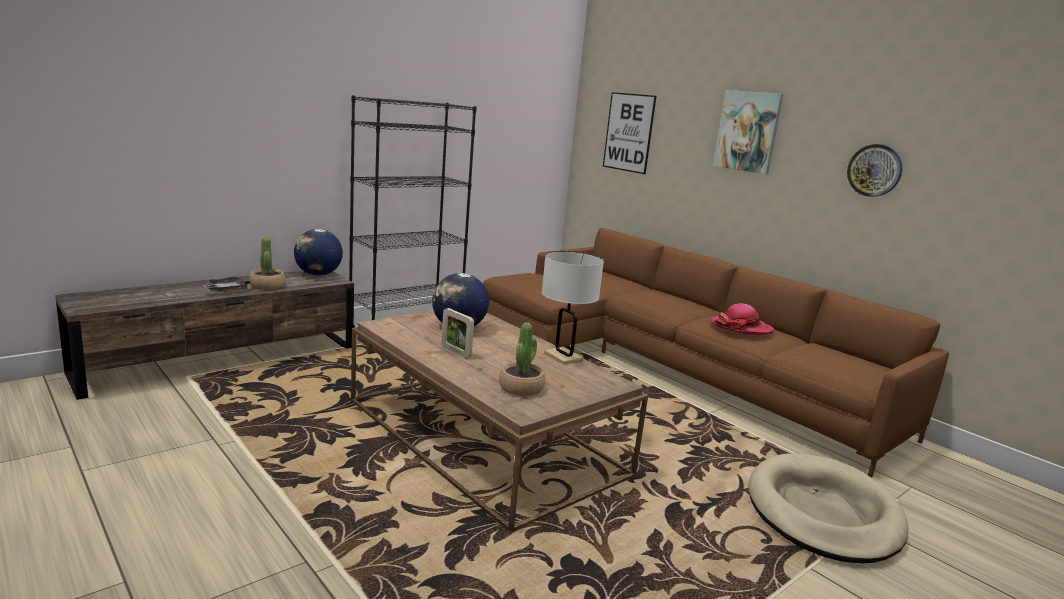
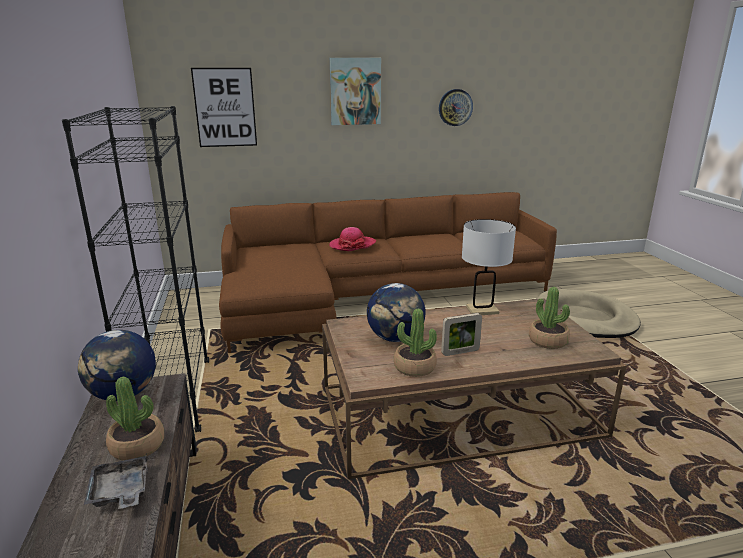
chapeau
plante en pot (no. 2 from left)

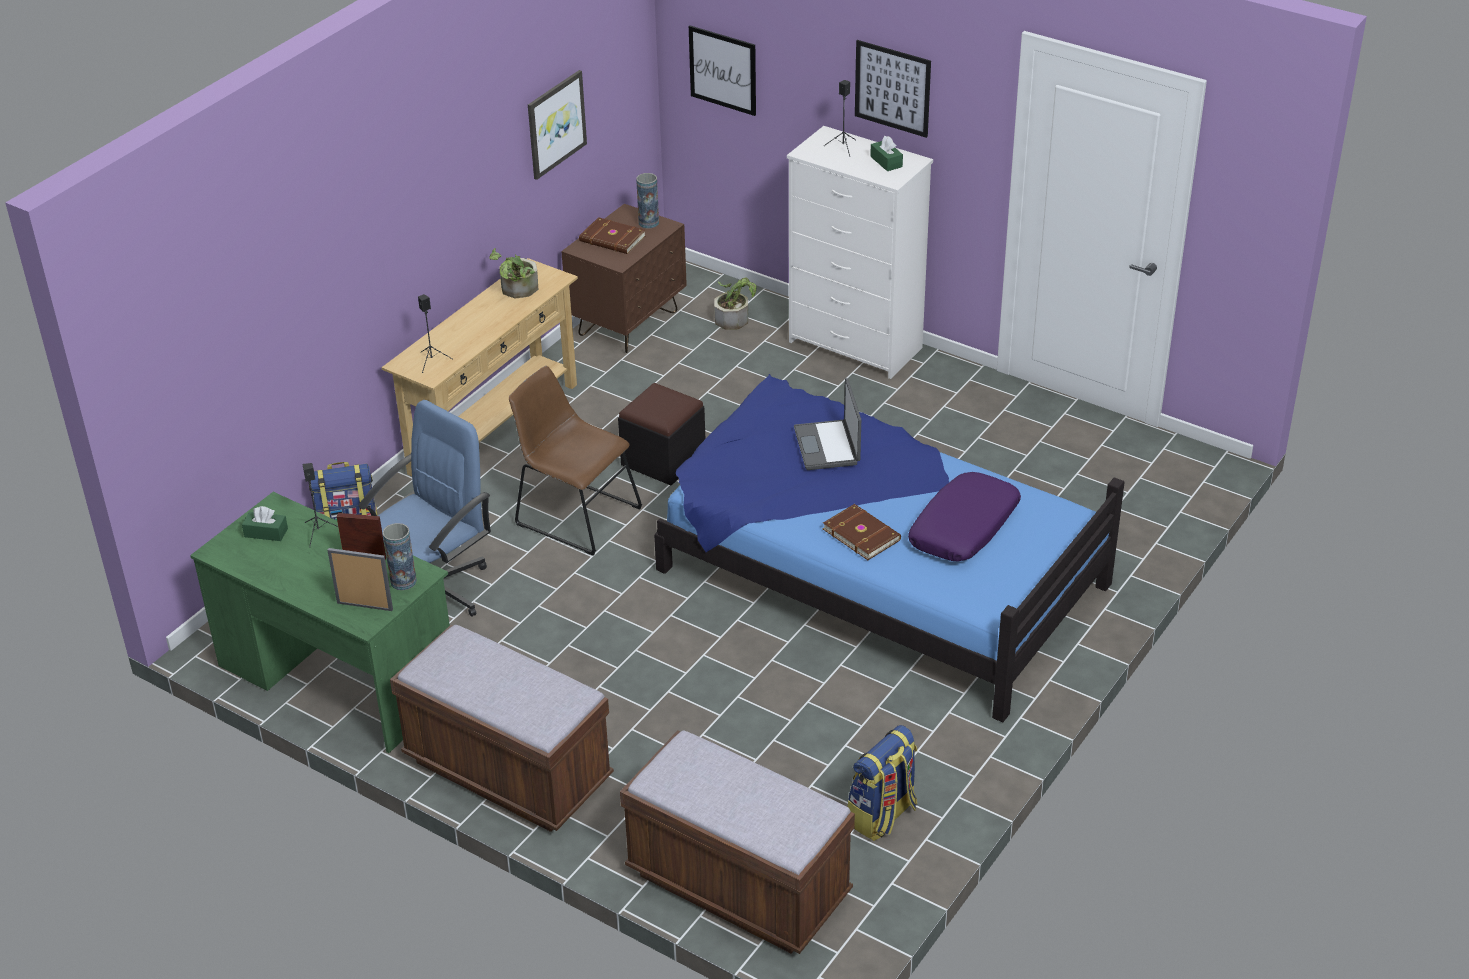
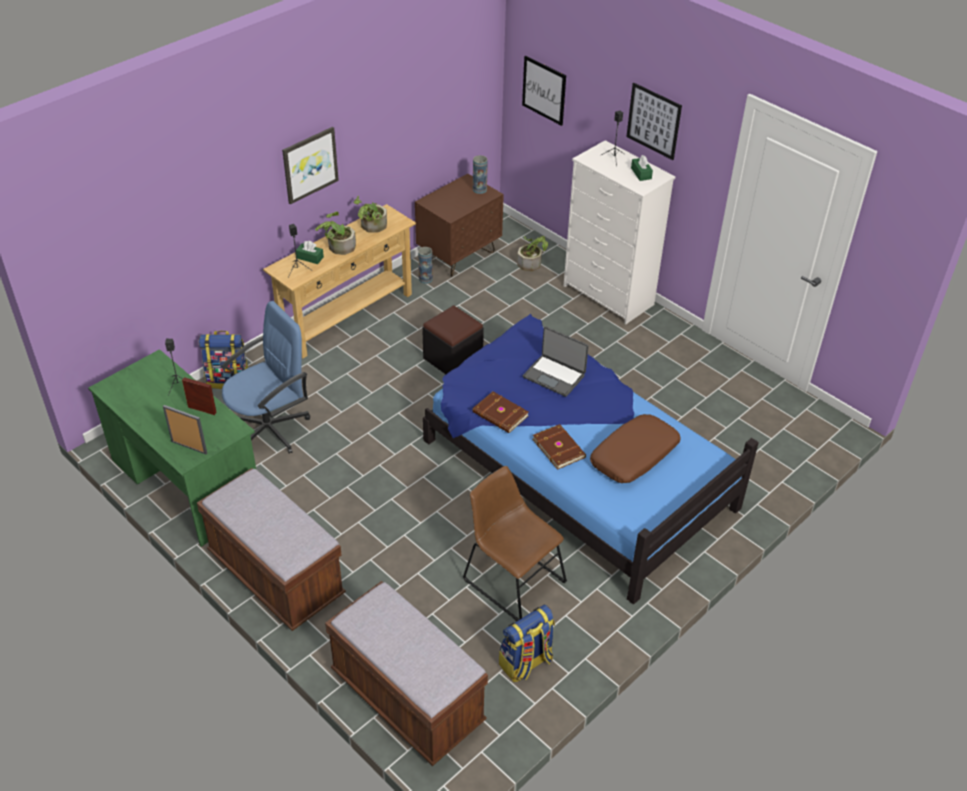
boîte à mouchoirs [vert] (no. 1 from left)
vase (no. 1 from left)
chaise [marron]
tableau (no. 1 from left)
livre [marron] (no. 1 from left)
ordinateur portable
coussin [marron]
plante en pot (no. 1 from left)

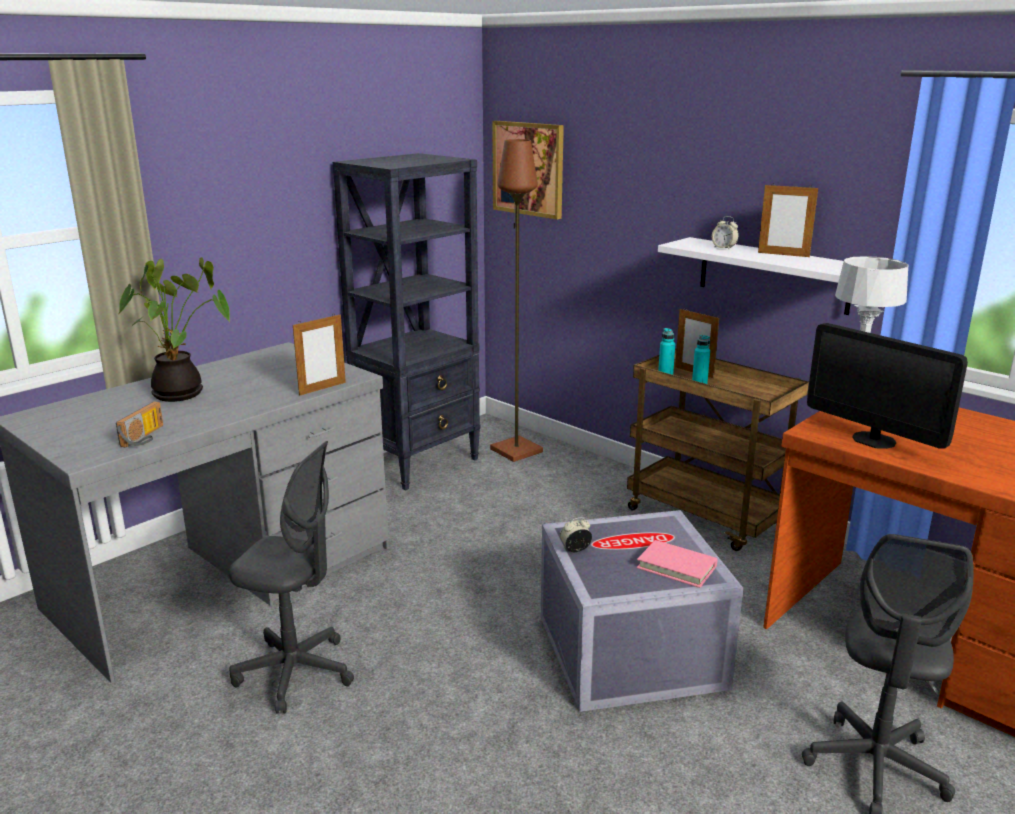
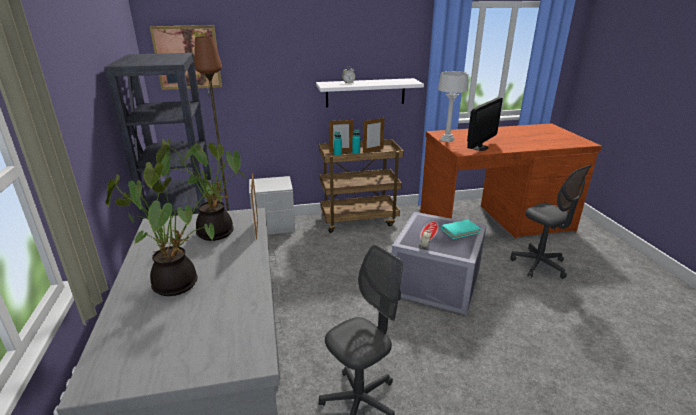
radio
livre [turquoise]
cadre photo (no. 3 from left)
écran d'ordinateur
plante en pot (no. 2 from left)
table de chevet [gris]

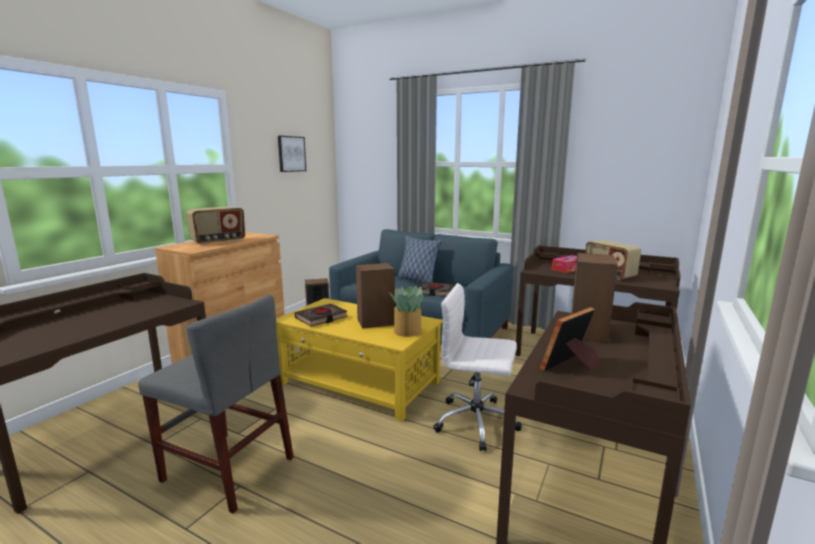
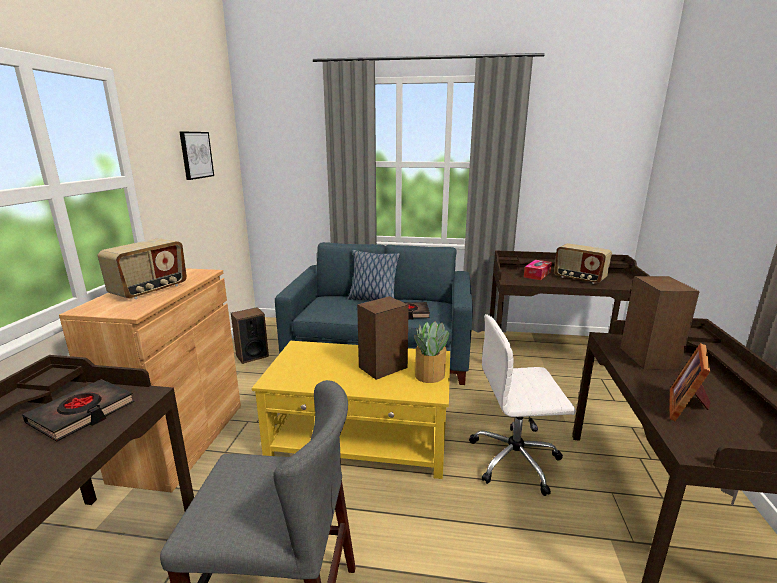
livre [noir] (no. 1 from left)

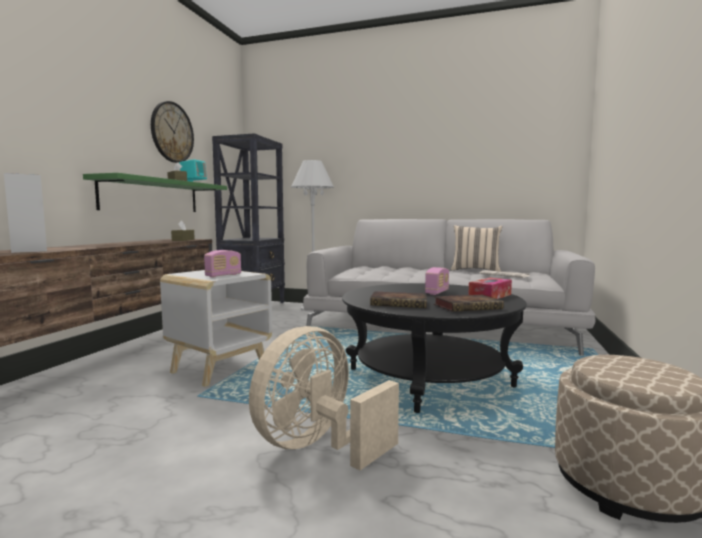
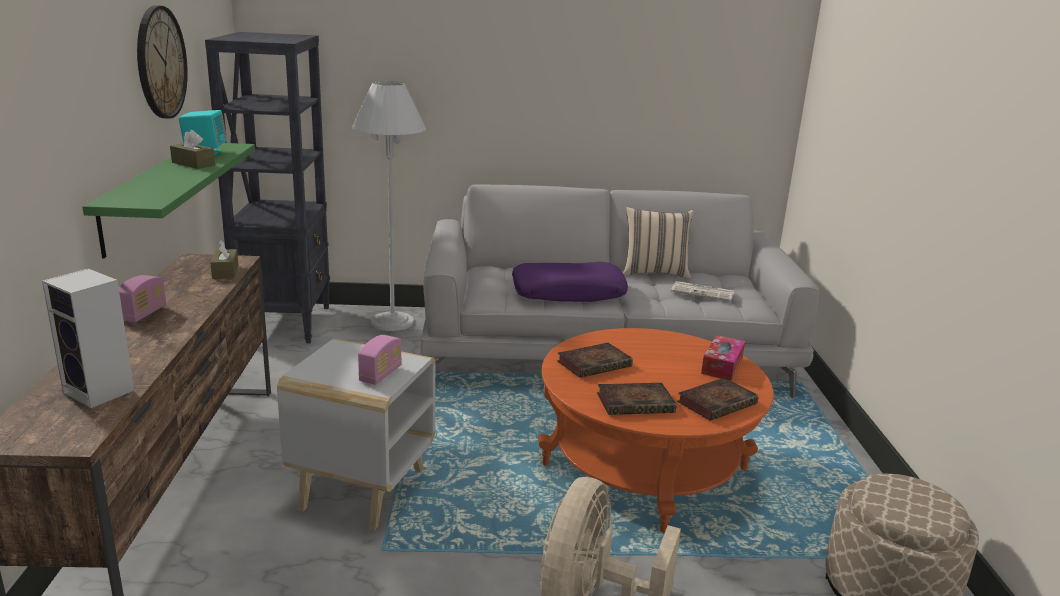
table basse [orange]
radio (no. 1 from left)
coussin [violet]
livre (no. 1 from left)

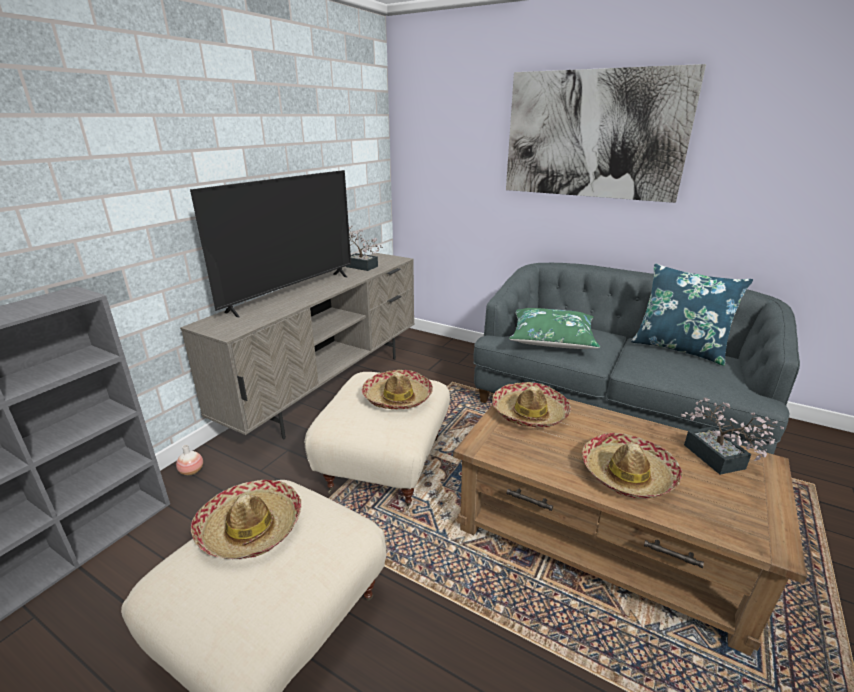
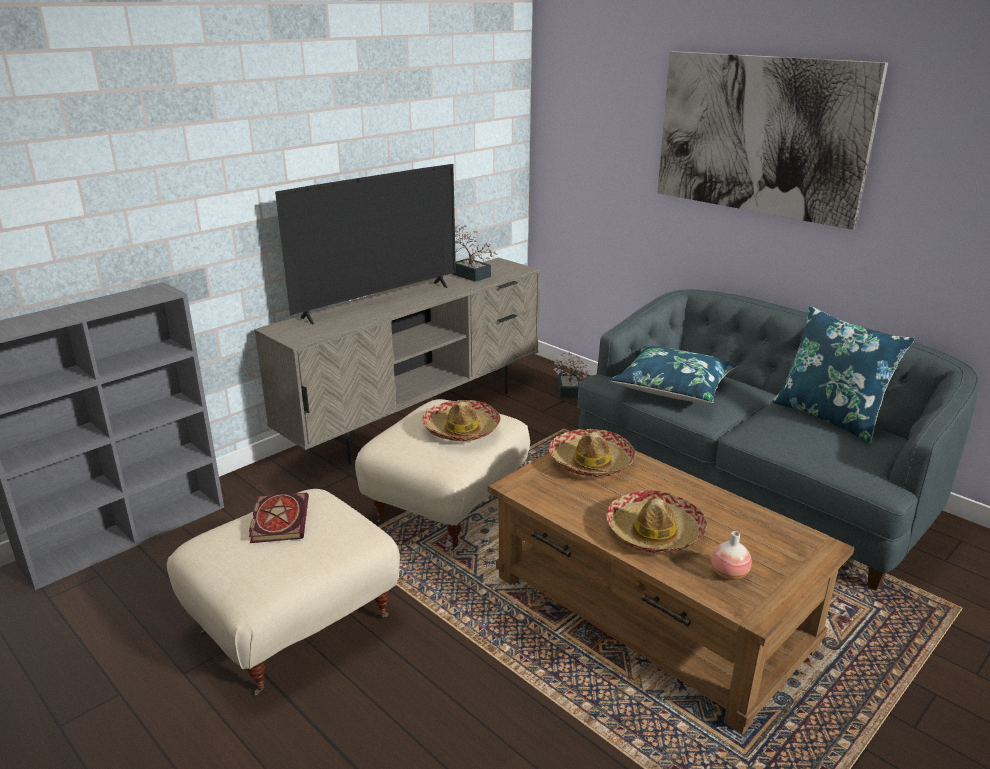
vase
livre
coussin [bleu] (no. 1 from left)
plante en pot (no. 2 from left)

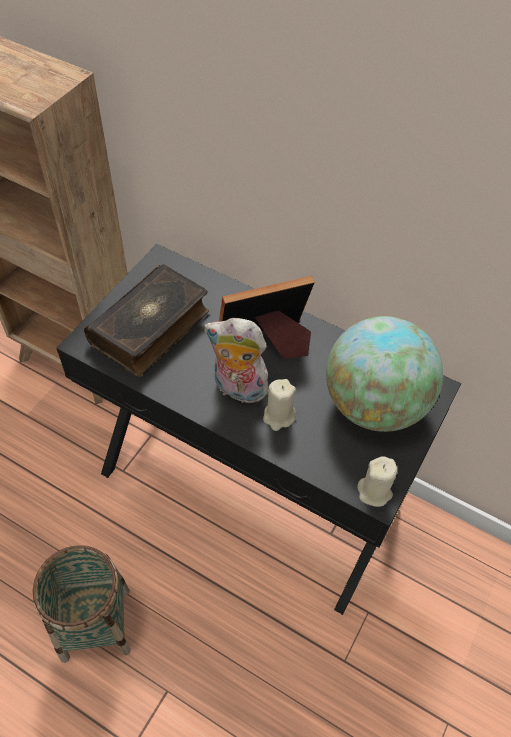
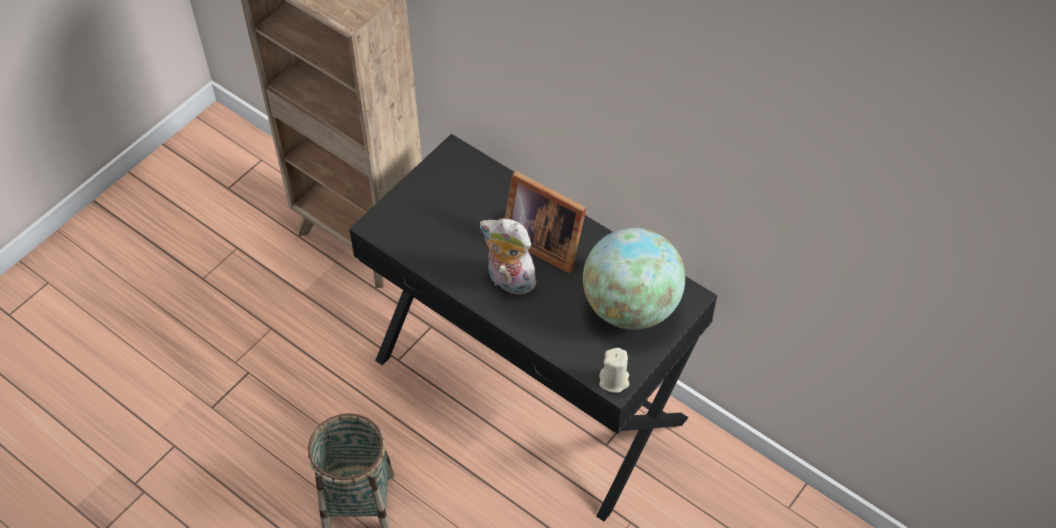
livre
cadre photo
bougie [beige] (no. 1 from left in the first image)

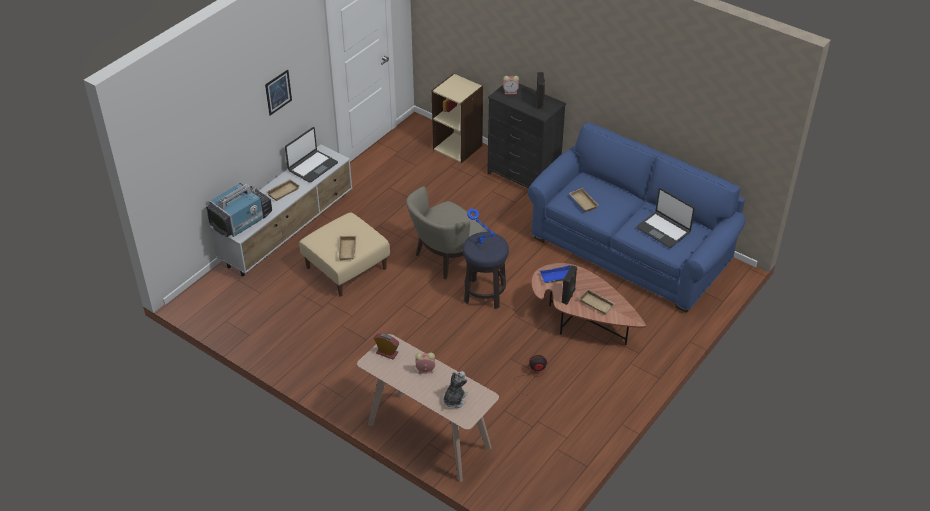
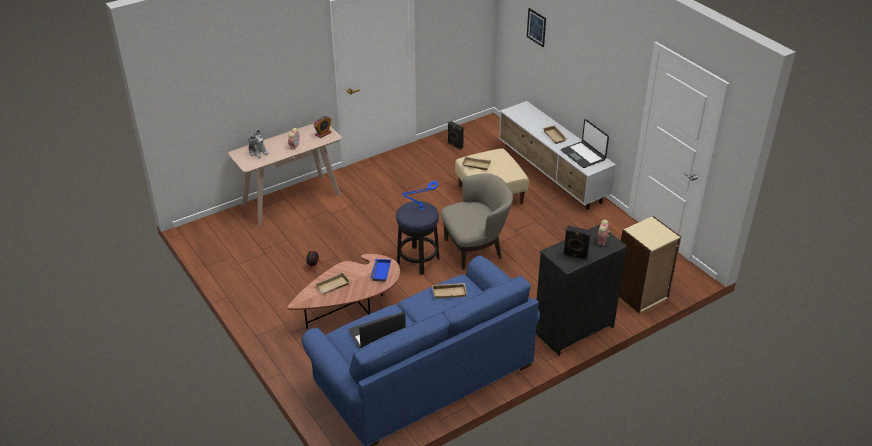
téléviseur
tableau
fauteuil [beige]
enceinte [noir] (no. 1 from left)

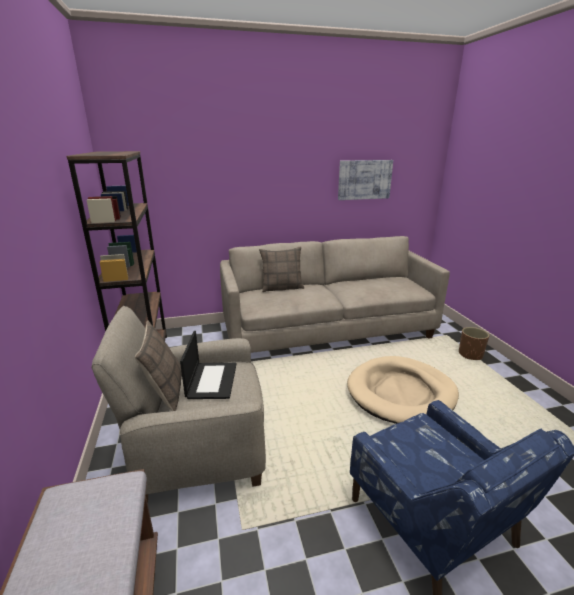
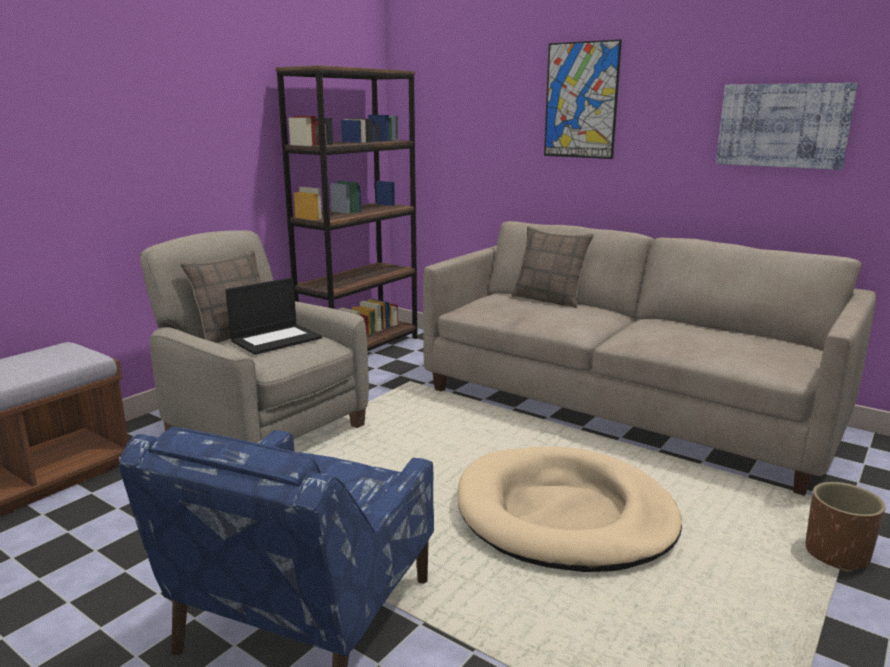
tableau (no. 1 from left)

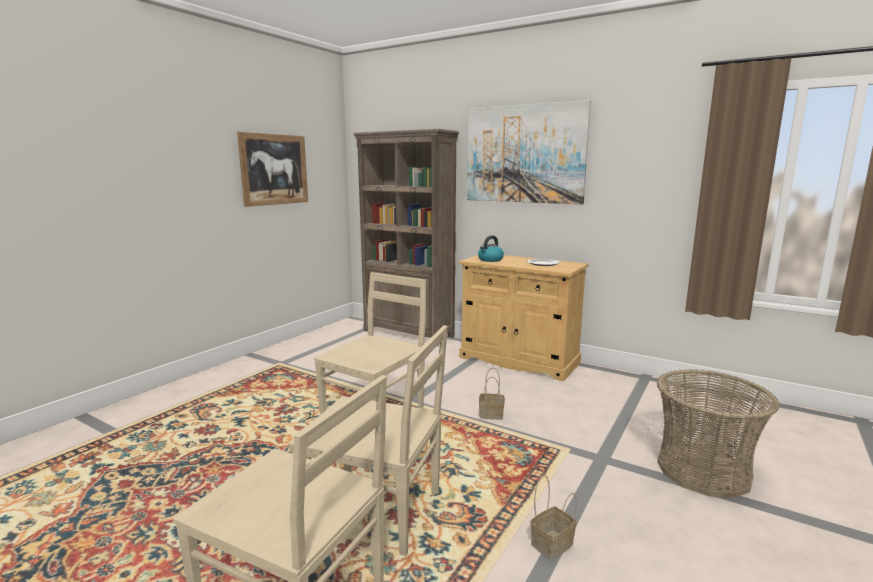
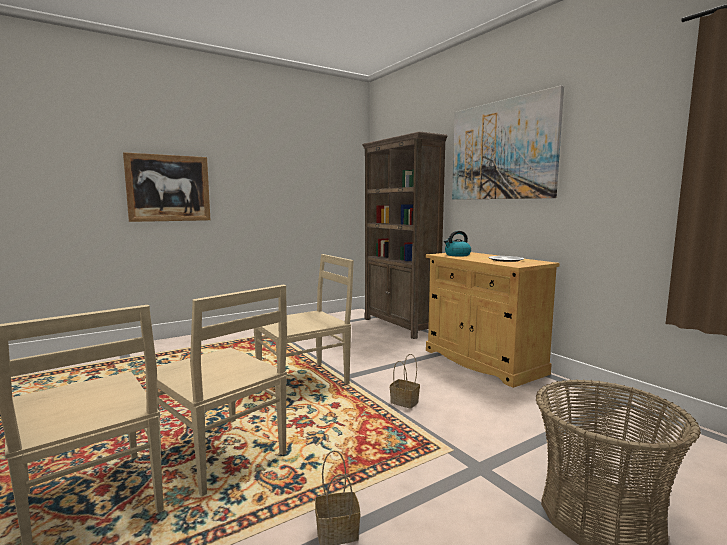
tableau (no. 1 from left)

